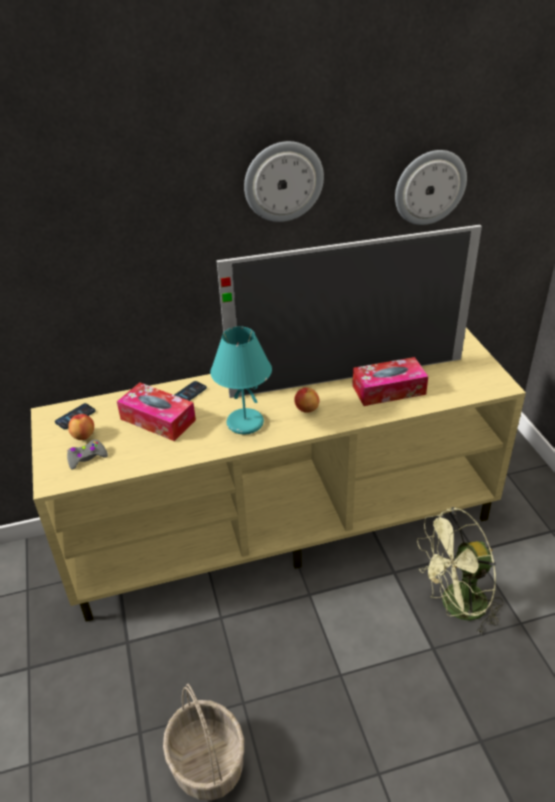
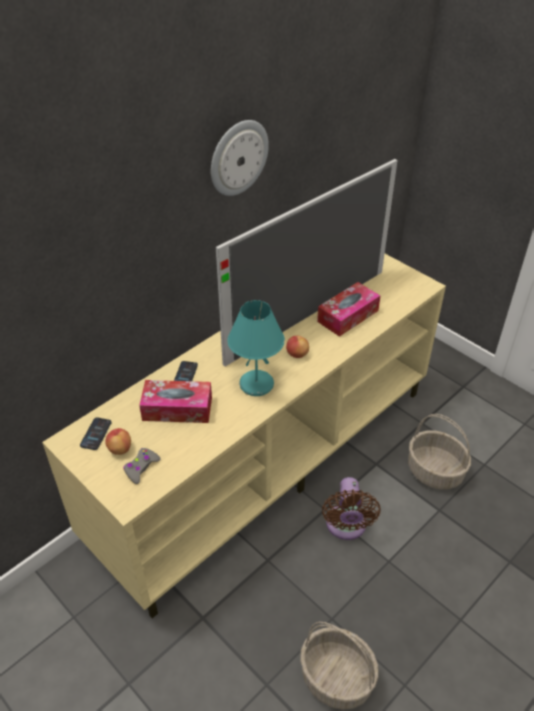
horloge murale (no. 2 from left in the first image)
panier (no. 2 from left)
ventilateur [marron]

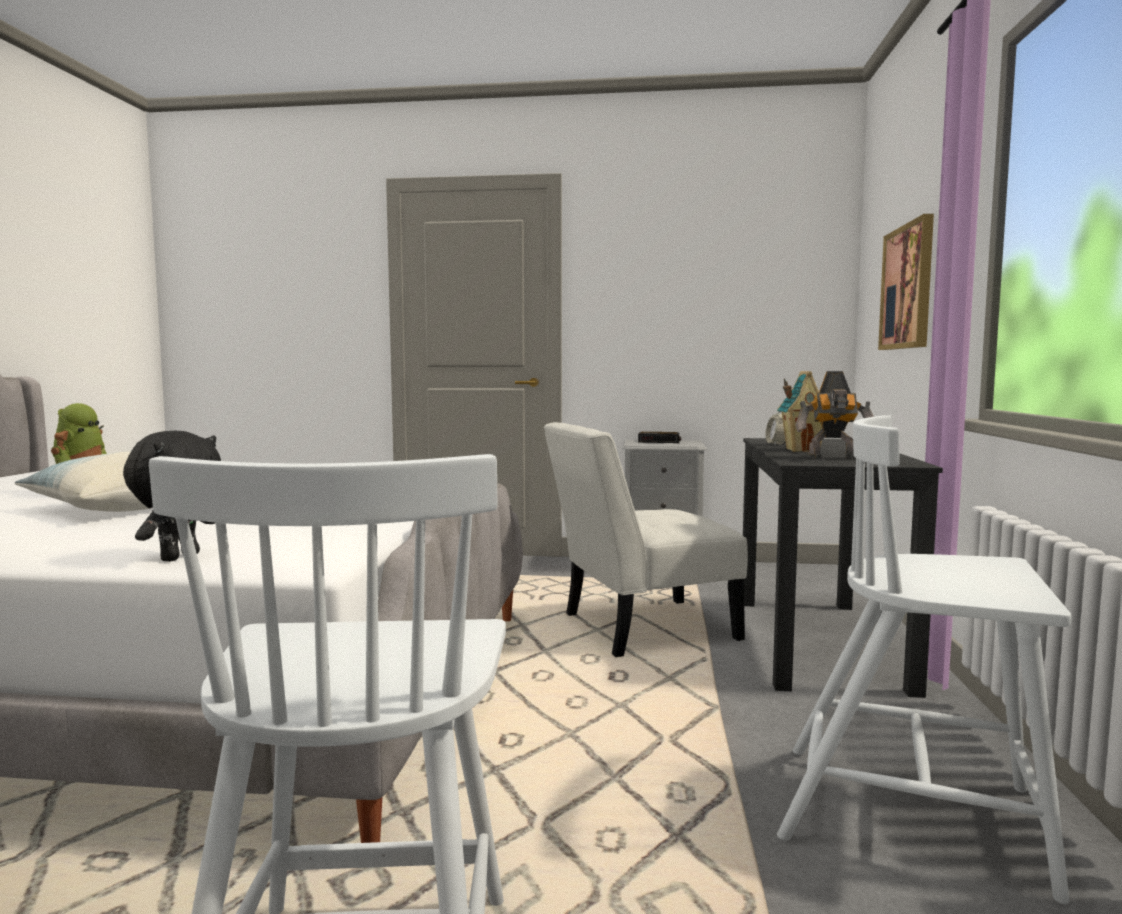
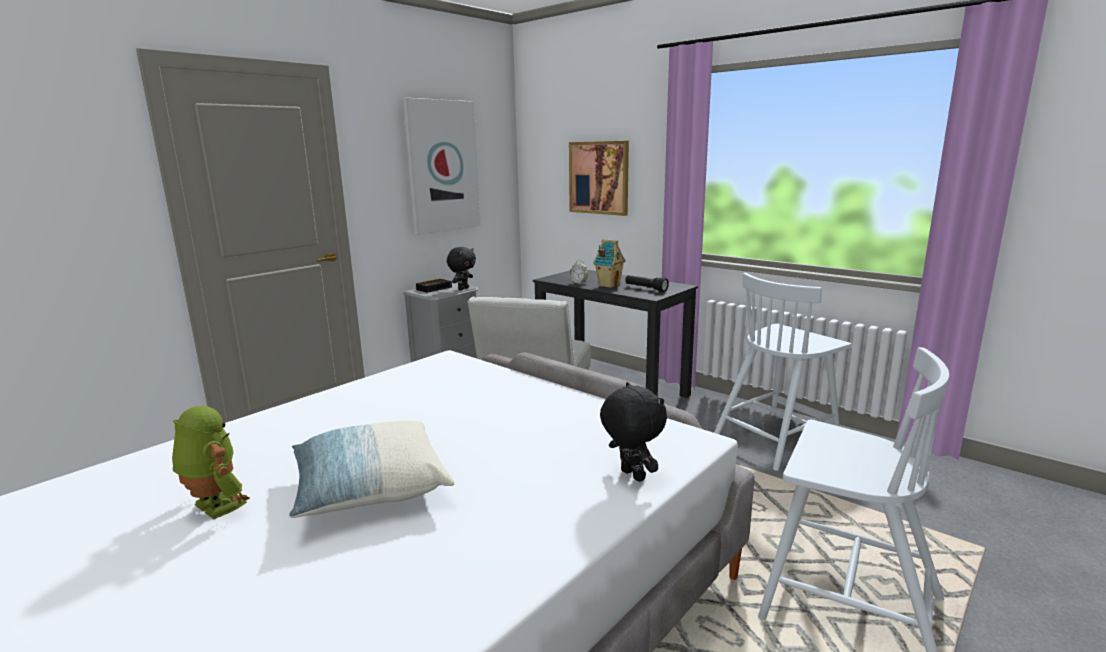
lampe de poche [noir]
tableau (no. 1 from left)
peluche [noir] (no. 1 from left)

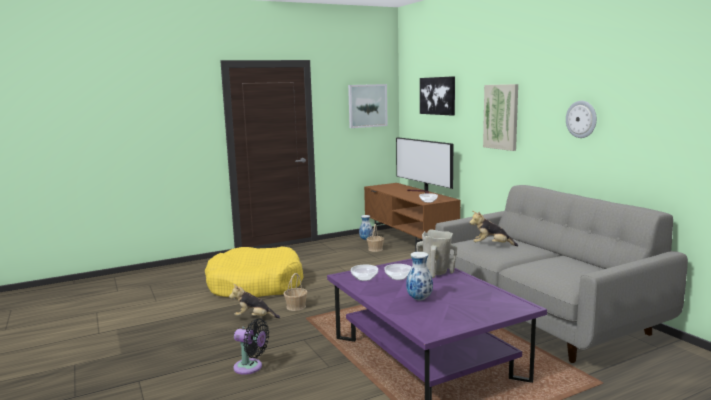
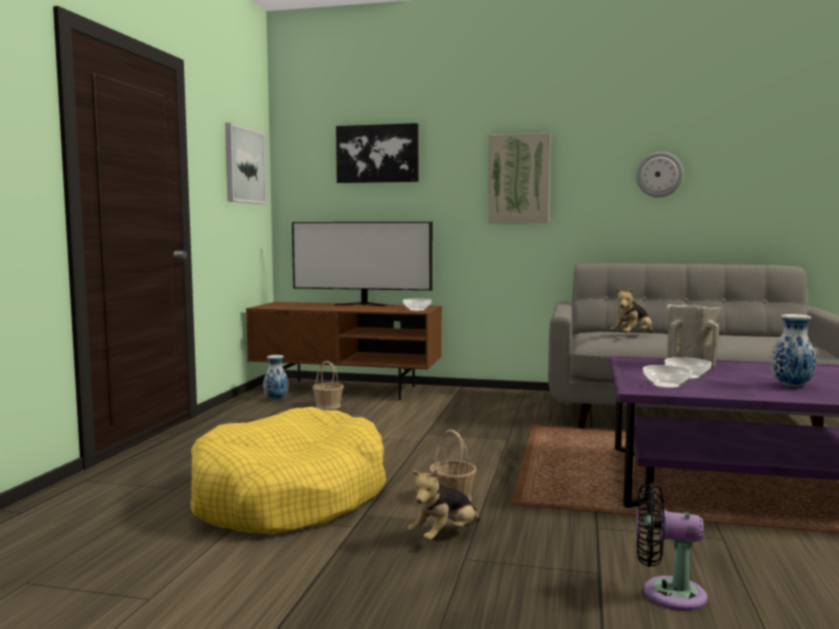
ventilateur [noir]

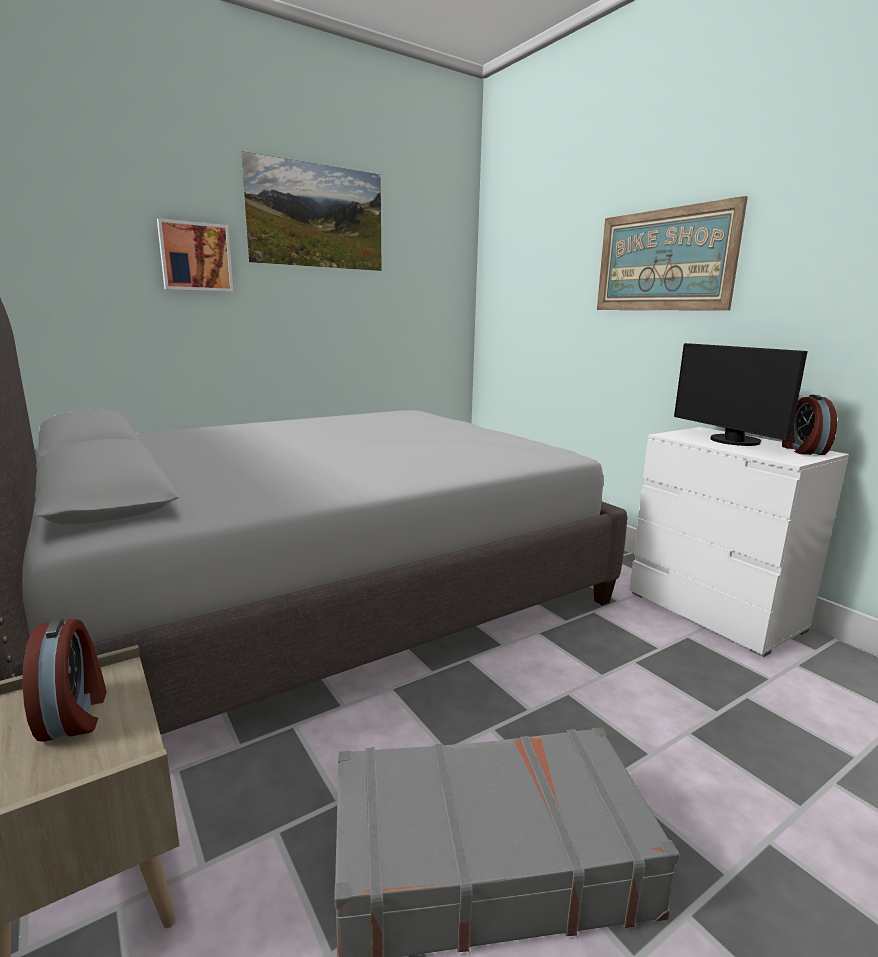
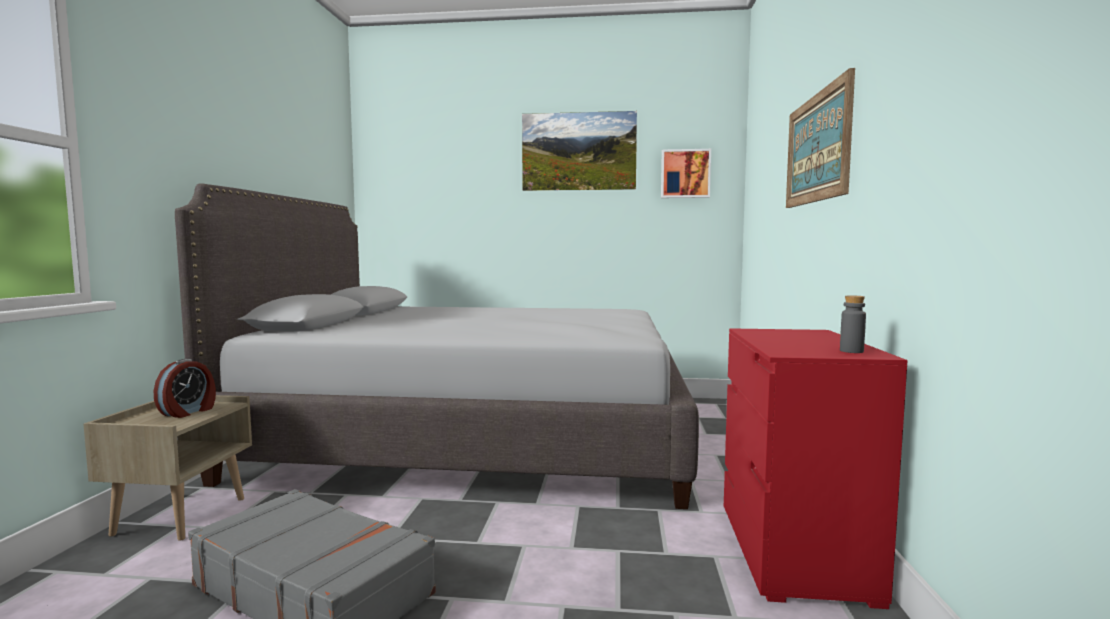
tableau (no. 2 from left)
commode [rouge]
écran d'ordinateur
bouteille [gris]

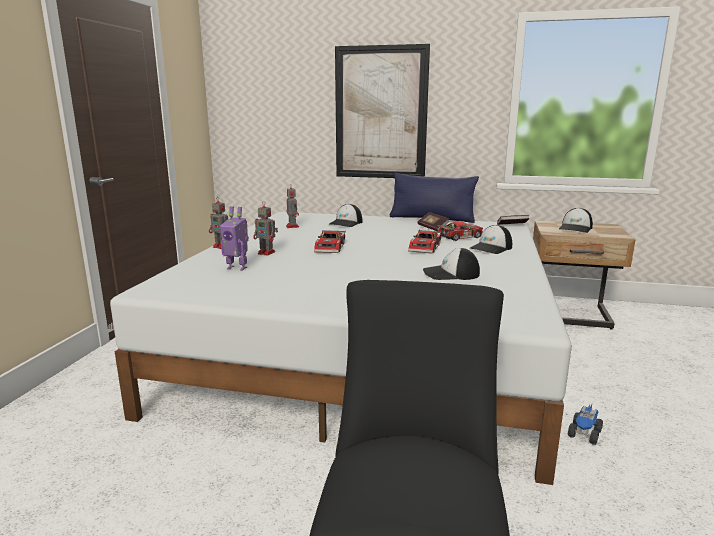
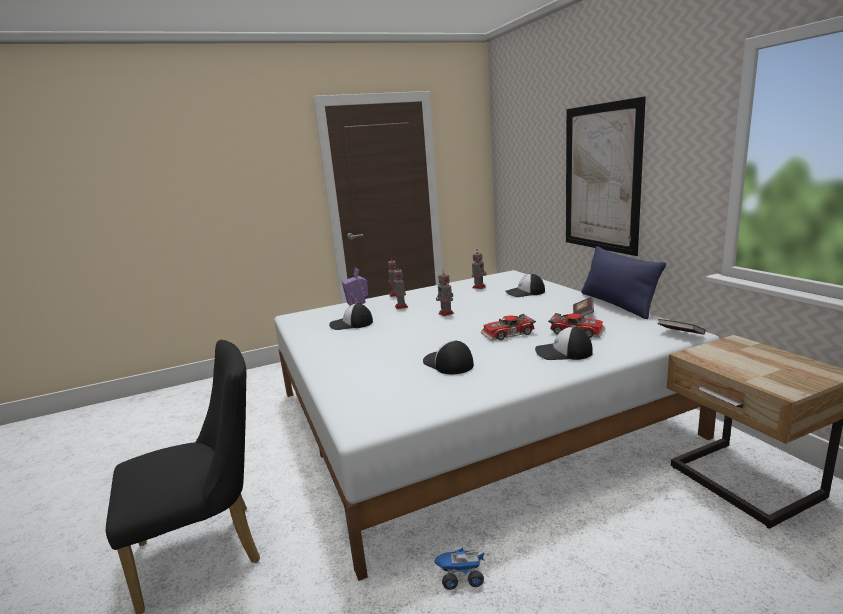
robot jouet (no. 4 from left)
casquette (no. 1 from left)

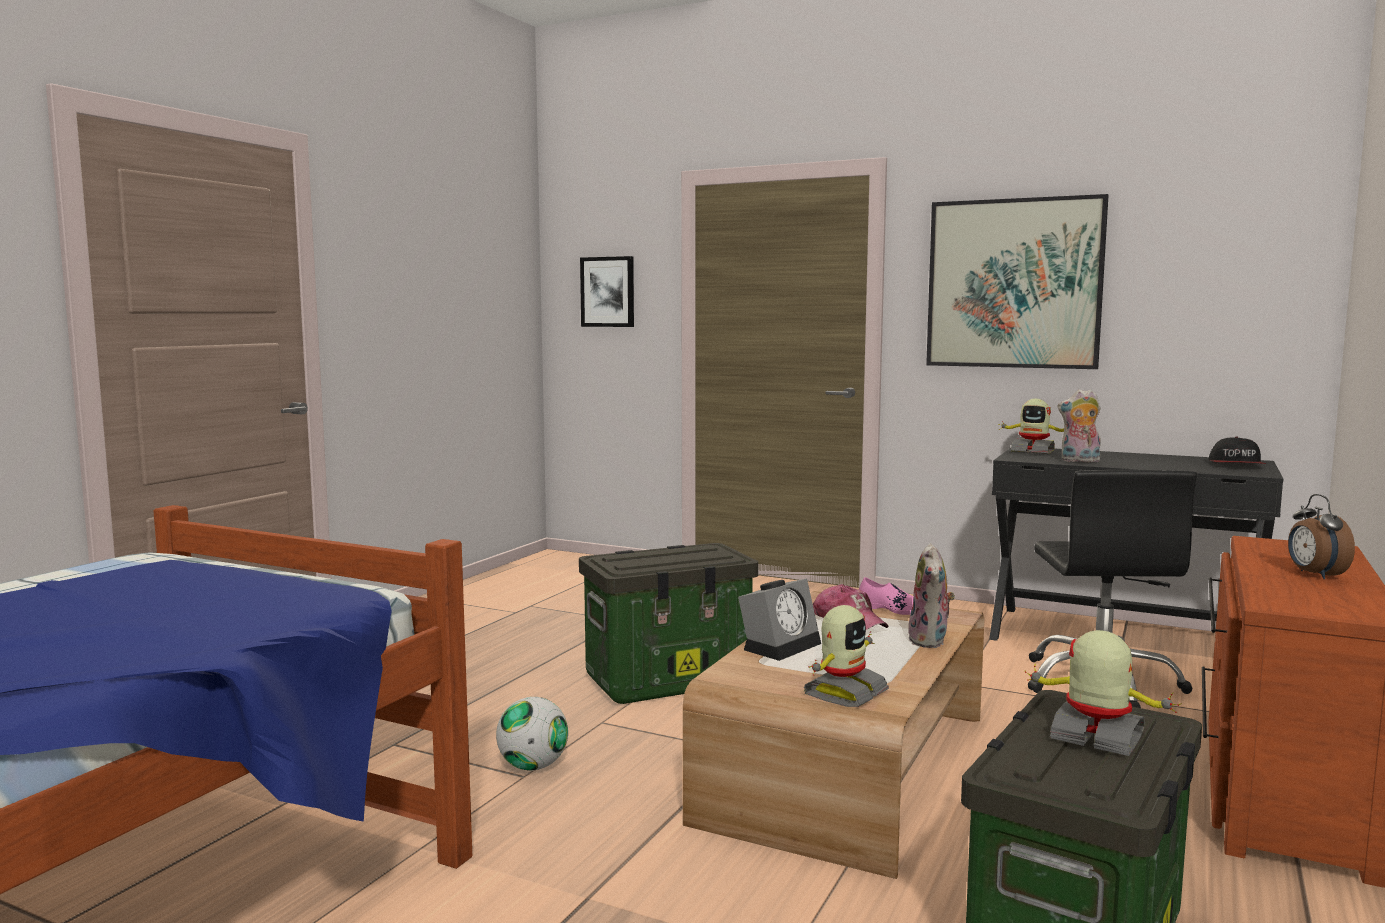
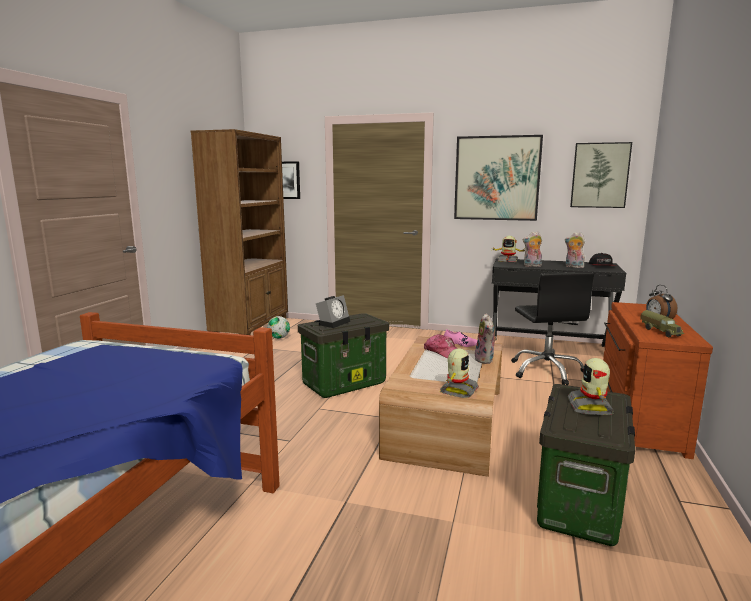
ballon de foot
réveil (no. 1 from left)
robot jouet (no. 3 from left)
bibliothèque [marron]
peluche (no. 3 from left)
tableau (no. 3 from left)
camion jouet

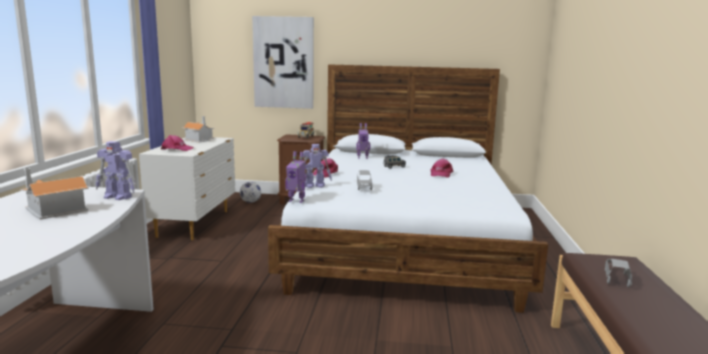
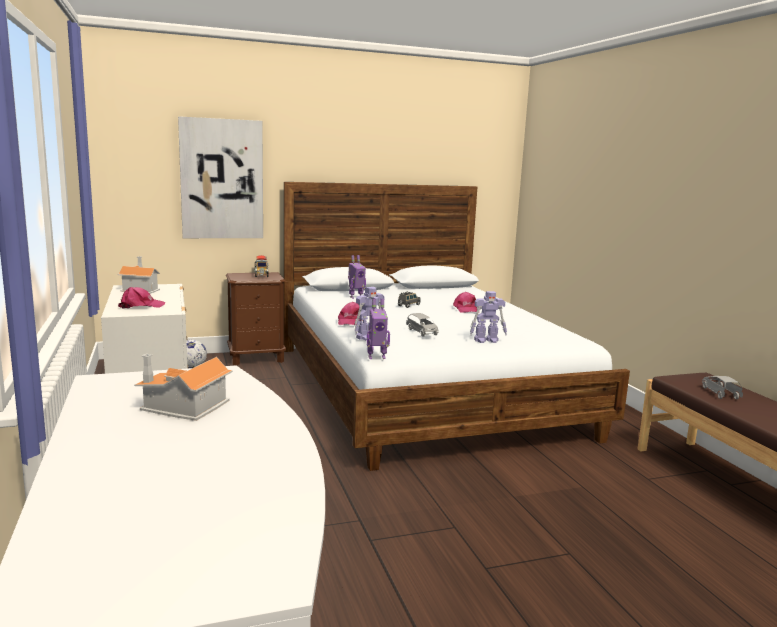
robot jouet (no. 4 from left)

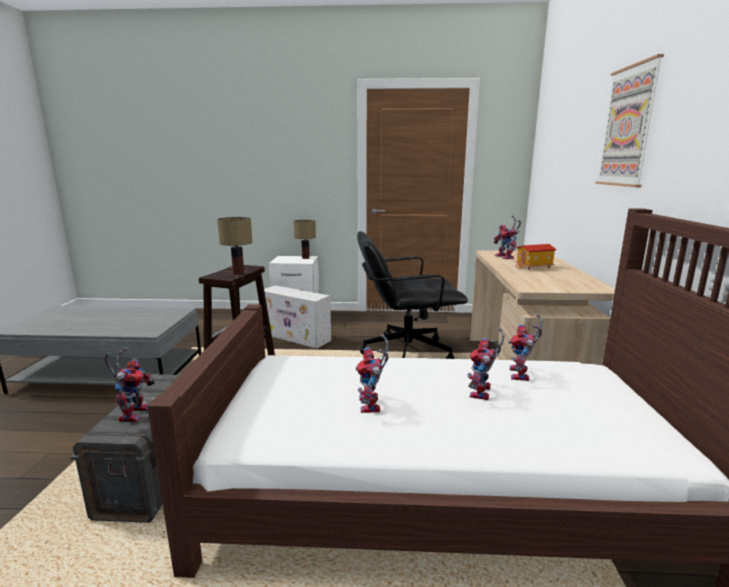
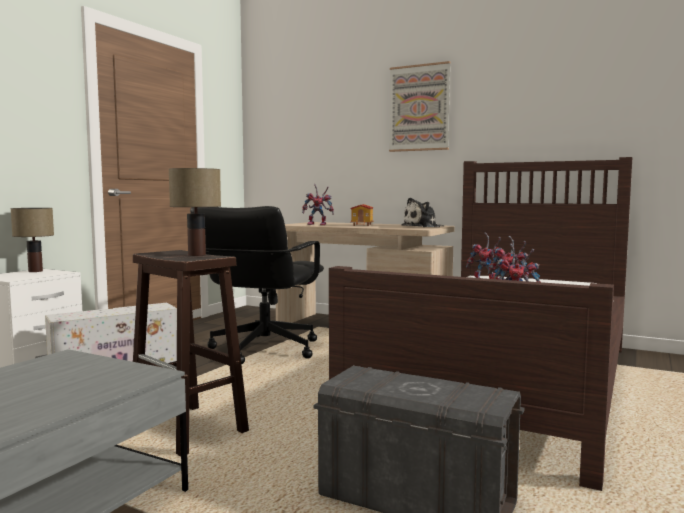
robot jouet (no. 1 from left in the first image)
peluche

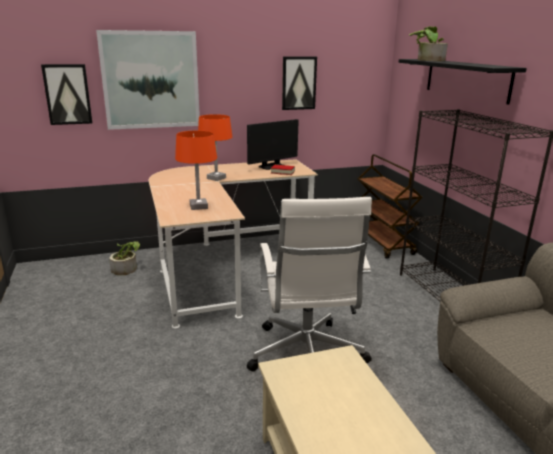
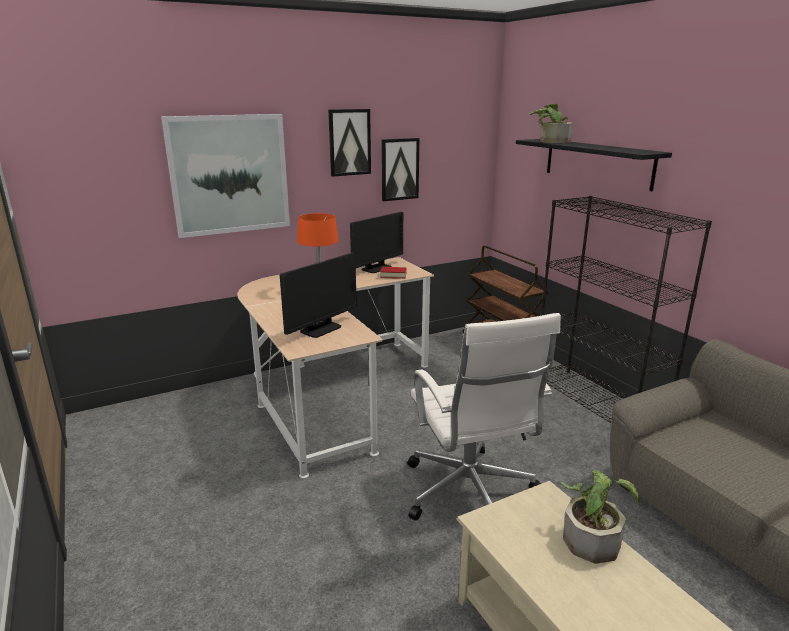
tableau (no. 2 from left)
plante en pot (no. 2 from left)
écran d'ordinateur (no. 1 from left)

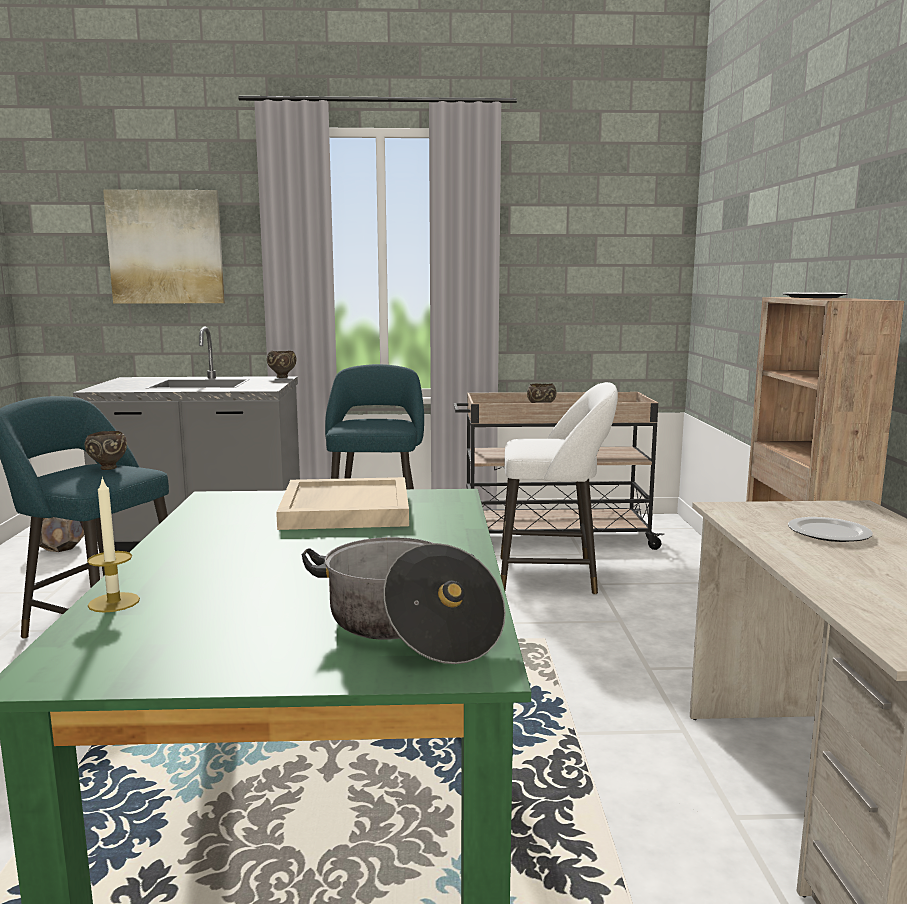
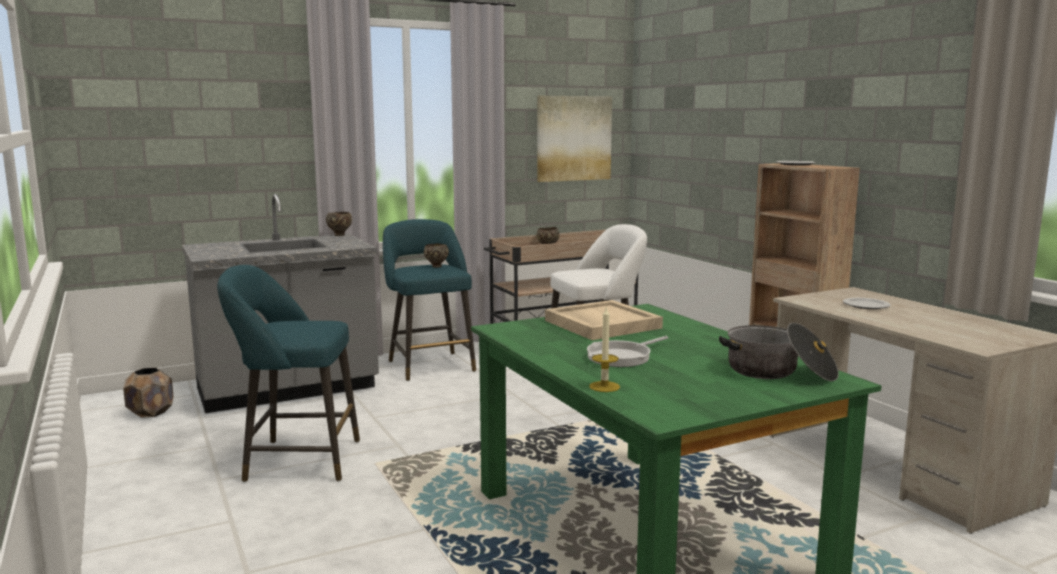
bol [marron] (no. 2 from left)
tableau
poêle

